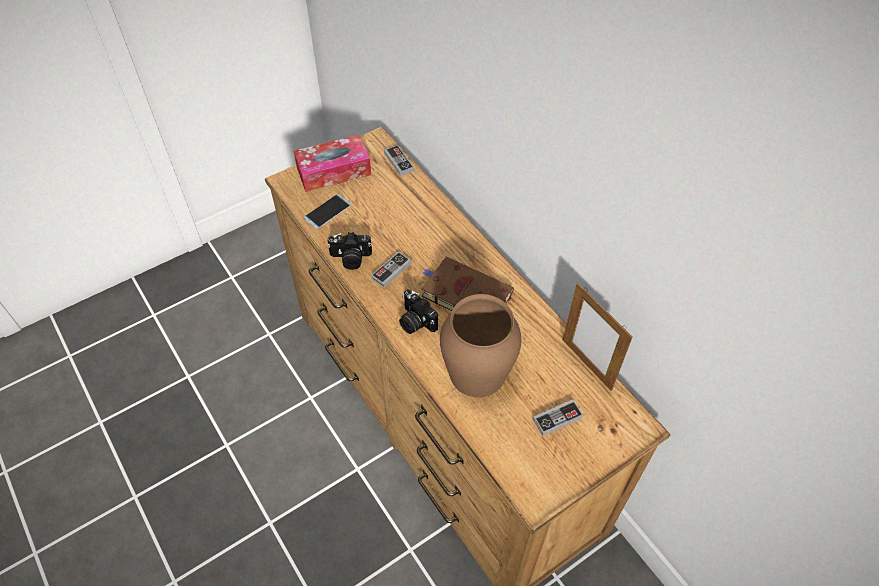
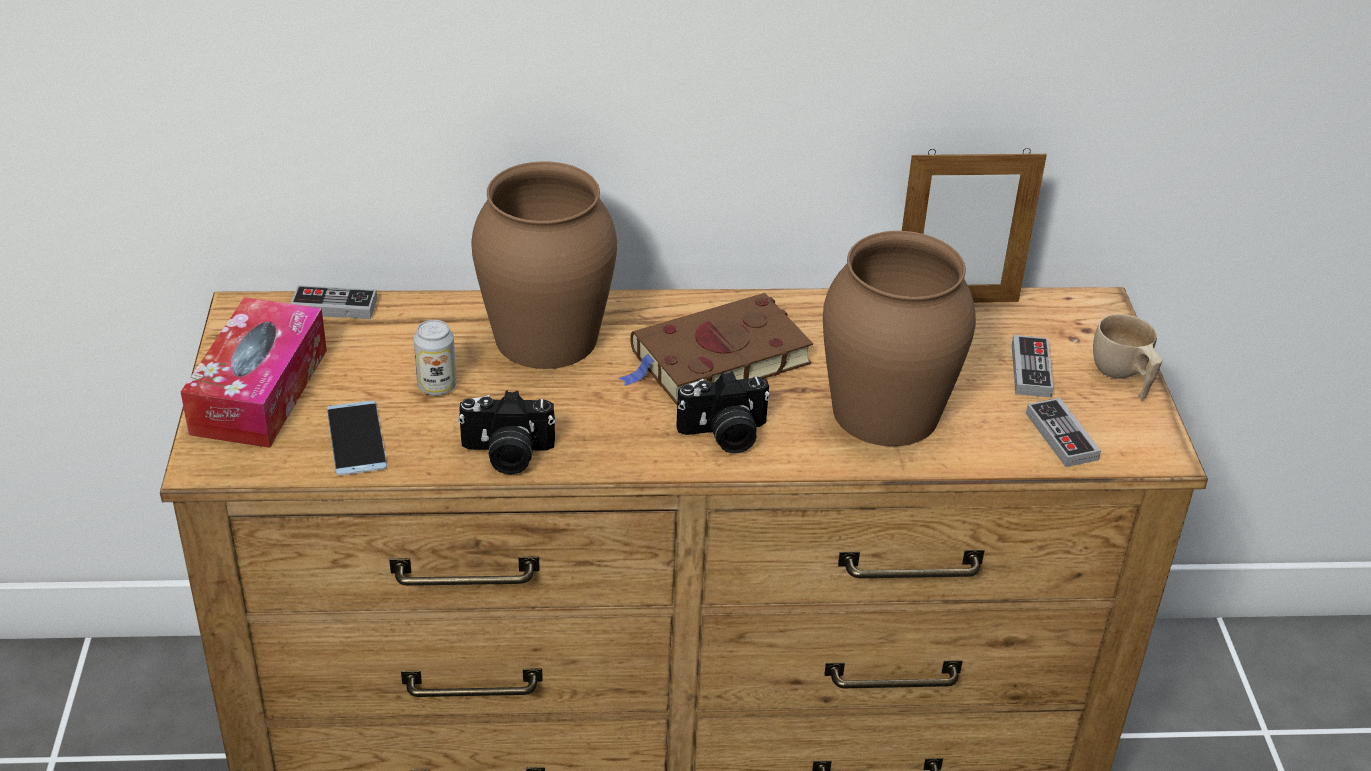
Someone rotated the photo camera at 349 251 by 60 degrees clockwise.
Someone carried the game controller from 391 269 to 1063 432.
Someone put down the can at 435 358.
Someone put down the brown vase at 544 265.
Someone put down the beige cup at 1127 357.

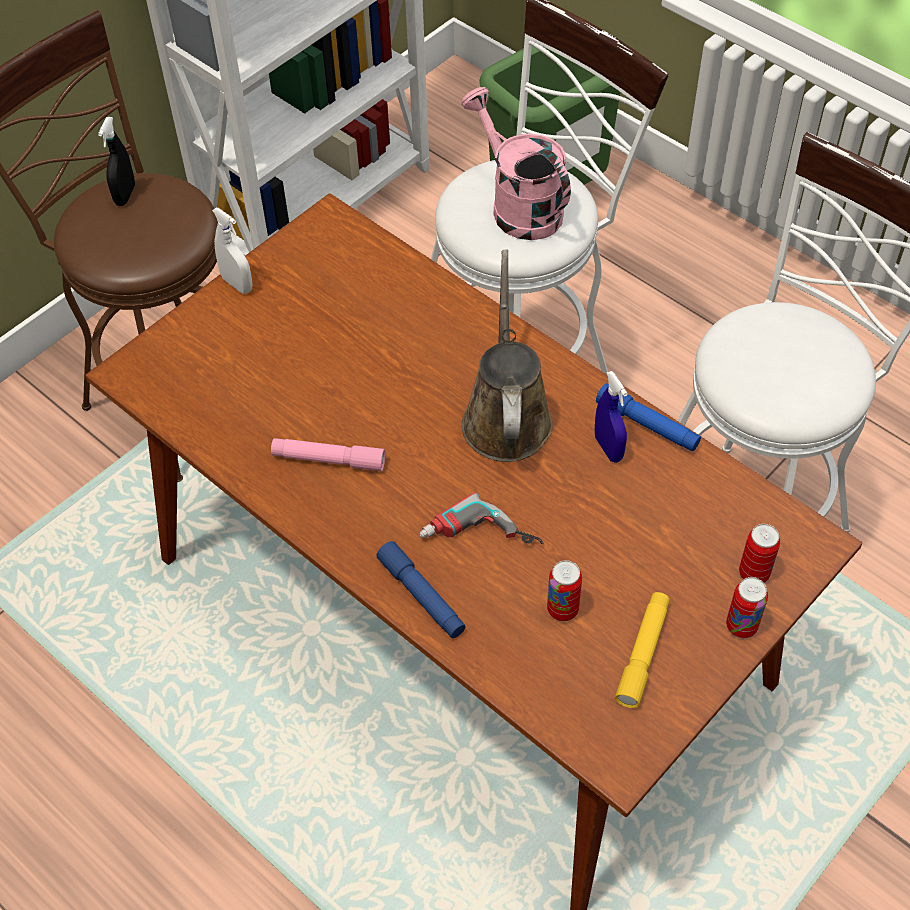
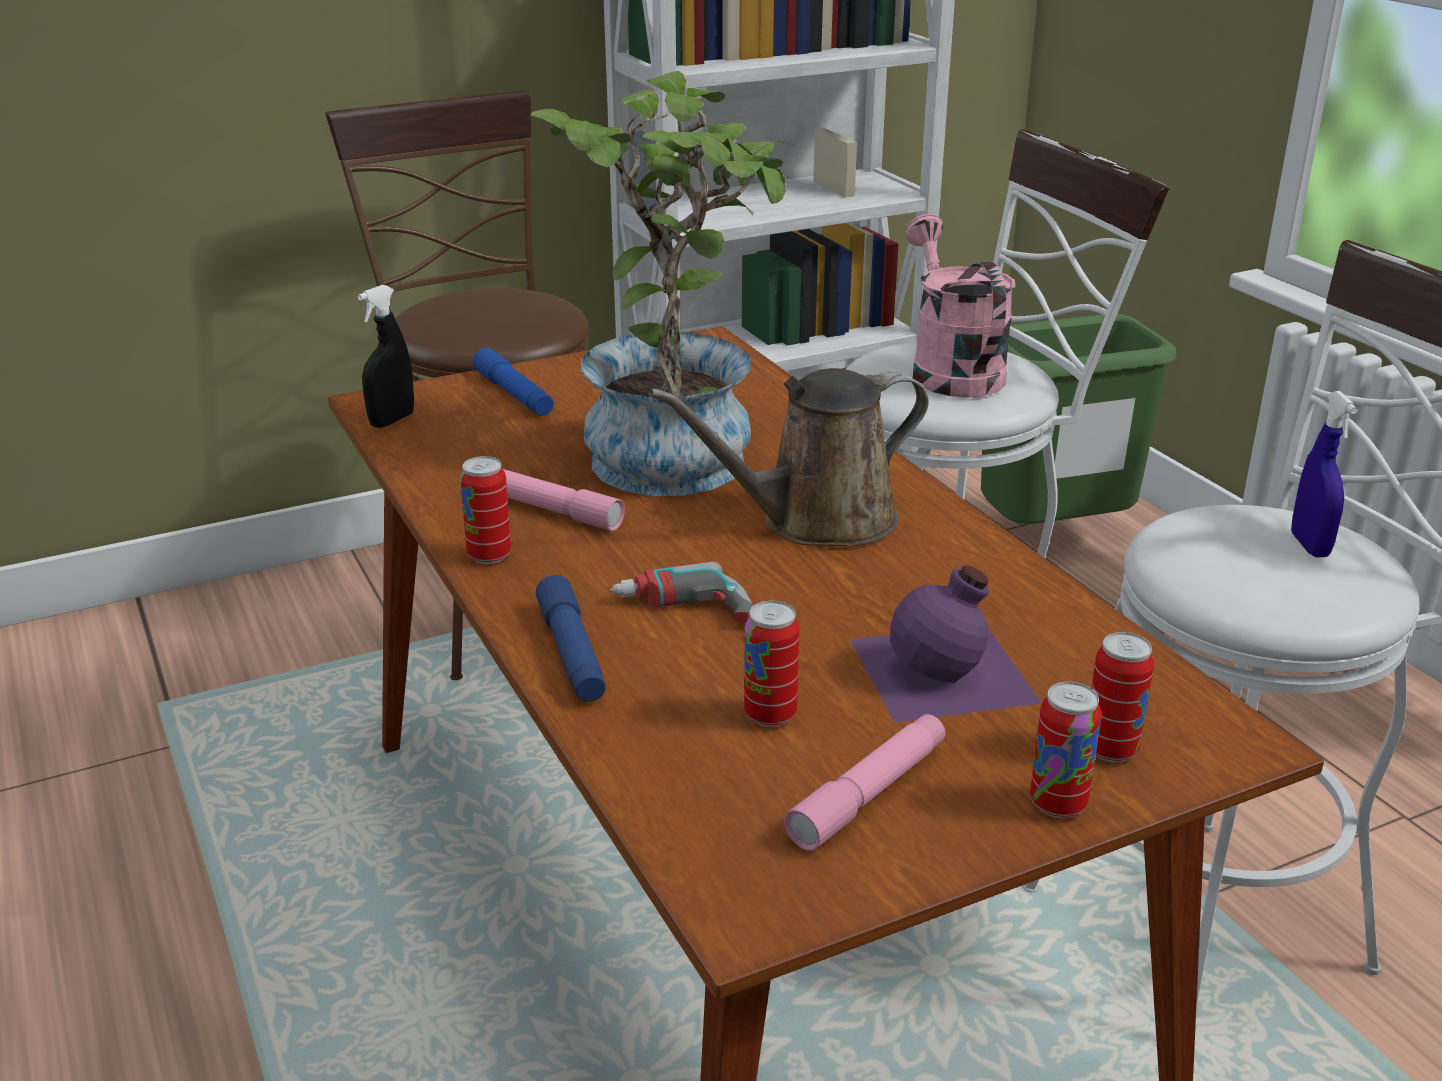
Someone carried the black spray bottle from 116 161 to 386 356.
Someone took away the white spray bottle at 232 251.
Someone rotated the brown watering can at 507 355 by 135 degrees counterclockwise.
Someone carried the blue spray bottle from 611 417 to 1324 474.
Someone carried the blue flashlight from 648 417 to 513 382.
Someone repainted the yellow flashlight at 642 650, which became the pink flashlight at 864 782.
Someone put down the can at 486 510.
Someone put down the potted plant at 663 283.
Someone put down the purple bottle at 945 644.

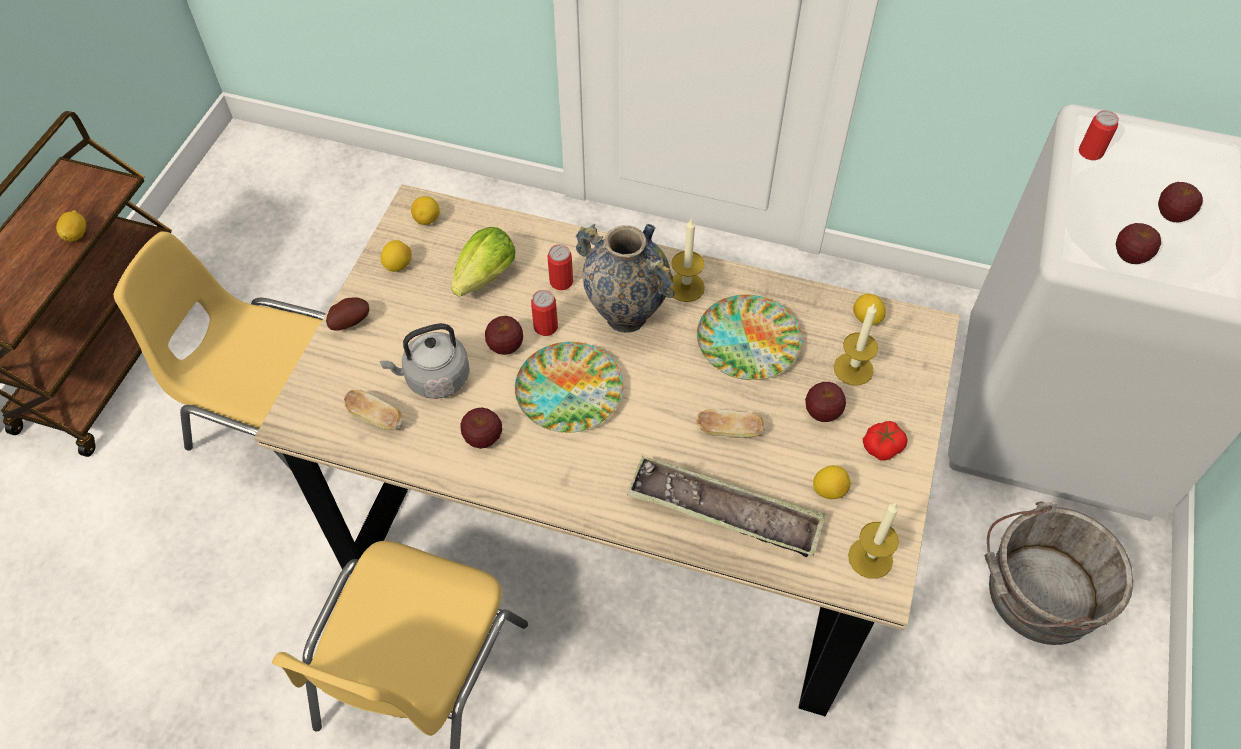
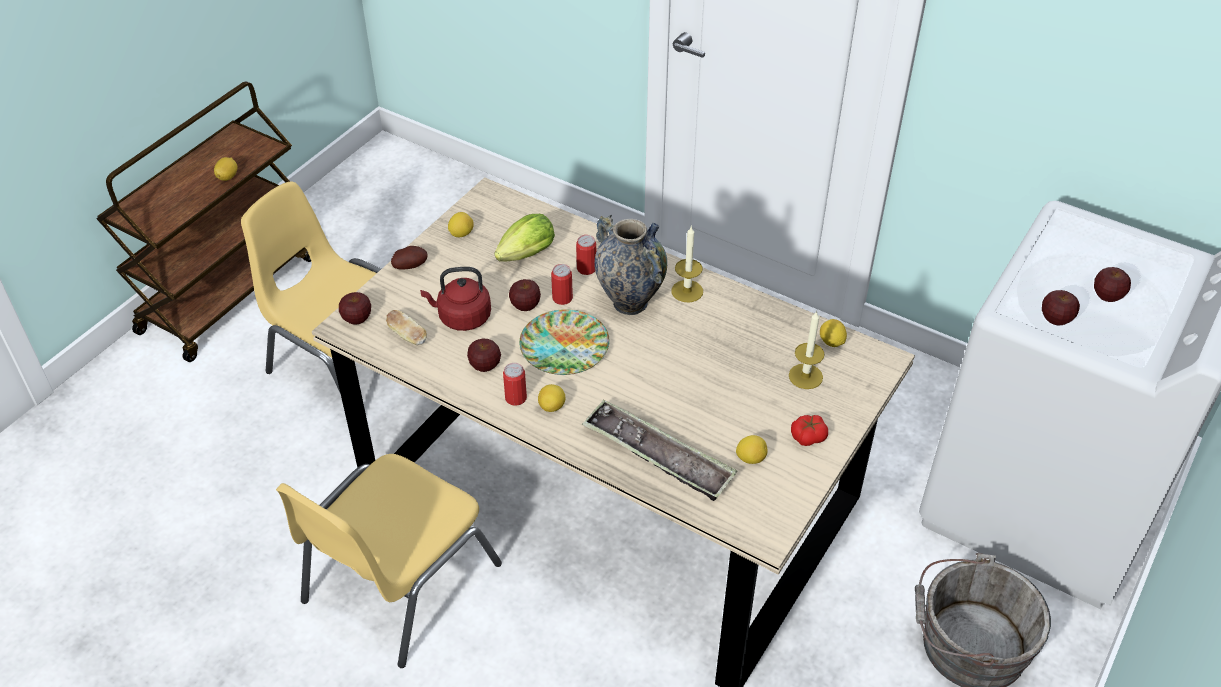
Someone repainted the grey kettle at 425 361, which became the red kettle at 455 299.
Someone carried the lemon from 425 210 to 551 398.
Someone took away the bread at 731 423.
Someone took away the plate at 749 337.
Someone carried the apple from 825 402 to 355 308.
Someone took away the candle at 873 540.
Someone carried the can from 1099 135 to 515 384.

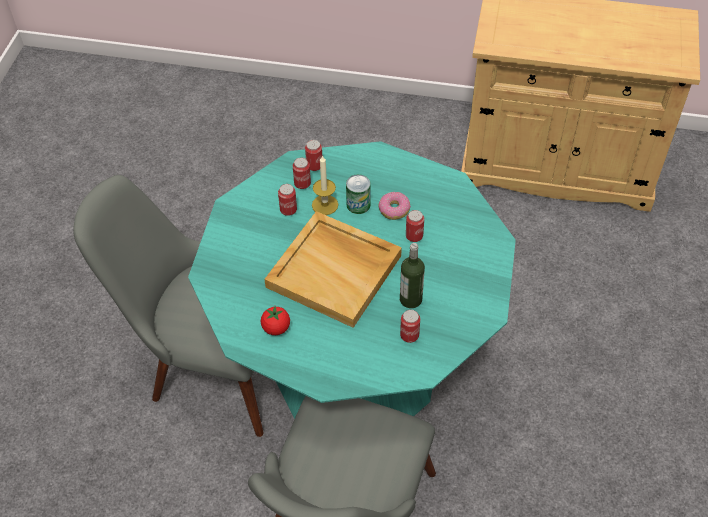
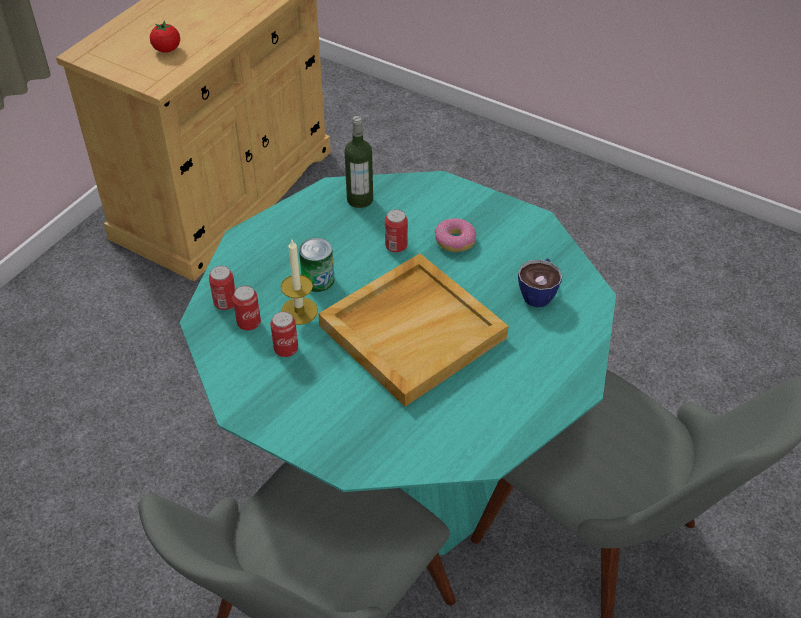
Someone carried the tomato from 275 320 to 165 37.
Someone carried the donut from 395 206 to 455 235.
Someone carried the bottle from 412 275 to 358 162.
Someone swapped the can at 410 326 for the cup at 540 283.

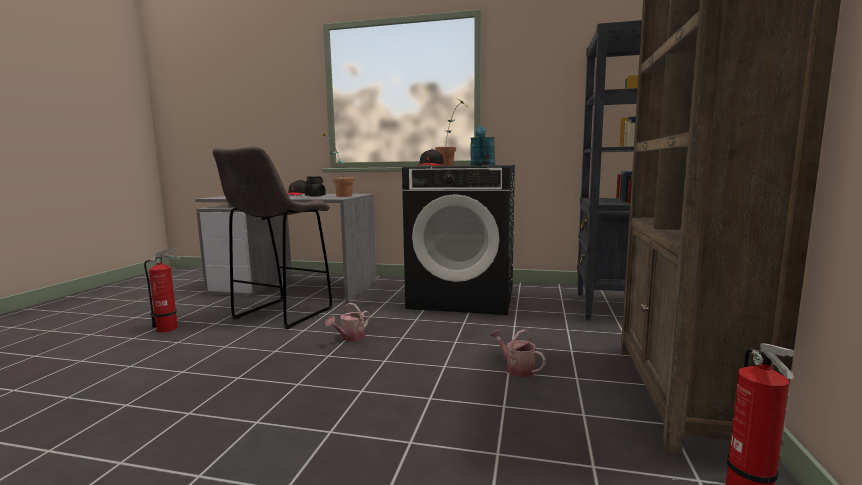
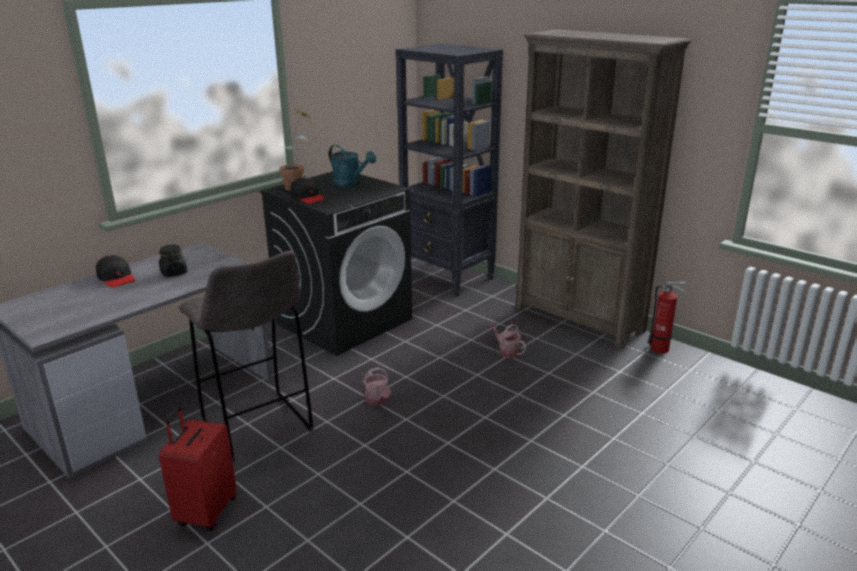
Someone swapped the fire extinguisher at 161 290 for the red suitcase at 198 468.
Someone took away the potted plant at 336 163.
Someone rotated the watering can at 518 353 by 60 degrees clockwise.

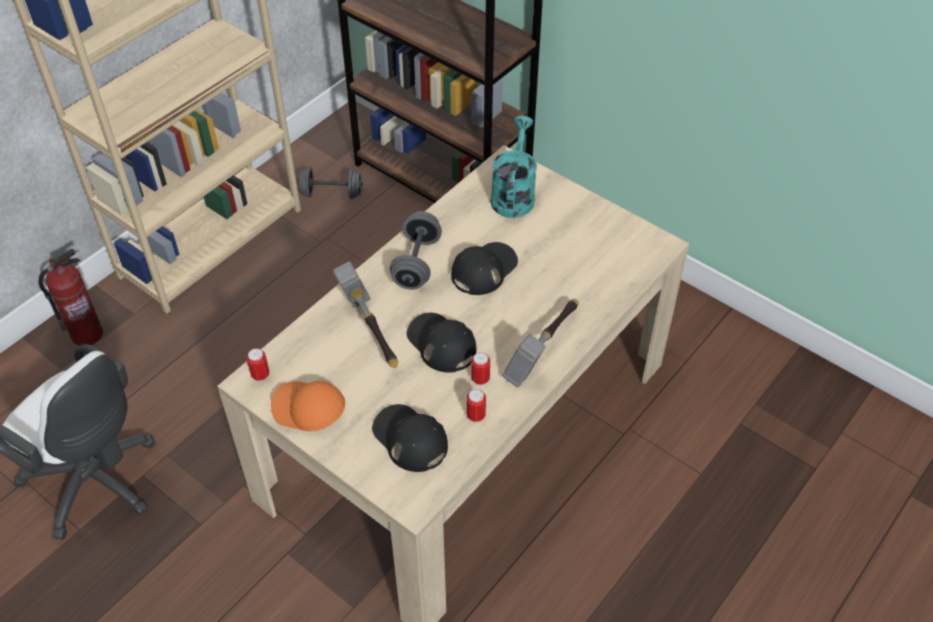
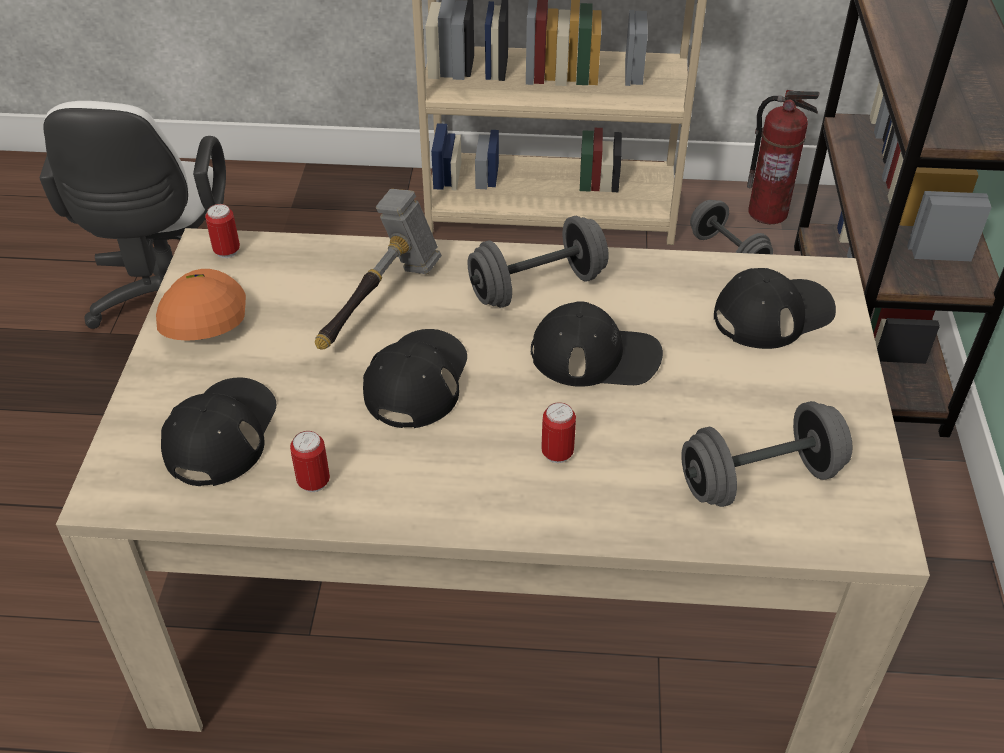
Someone carried the fire extinguisher from 70 297 to 783 157.
Someone carried the can from 480 368 to 558 432.
Someone swapped the turquoise watering can at 513 167 for the black cap at 775 308.
Someone took away the hammer at 540 343.
Someone put down the grey dumbbell at 767 454.

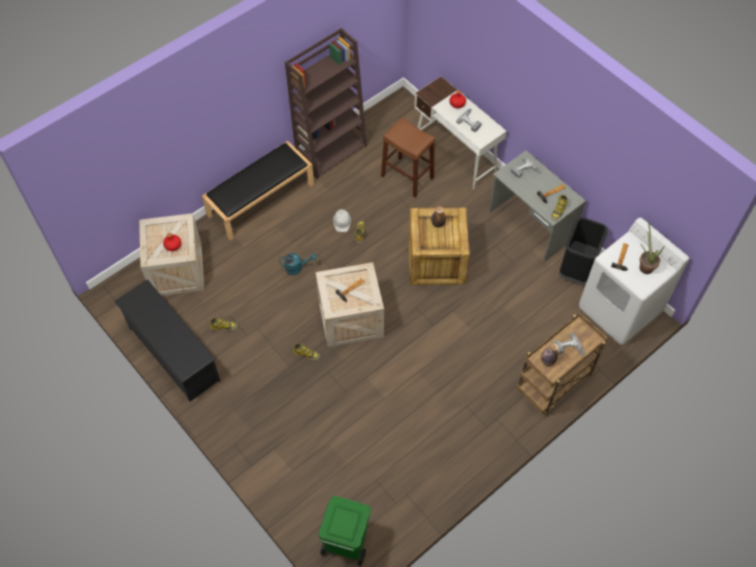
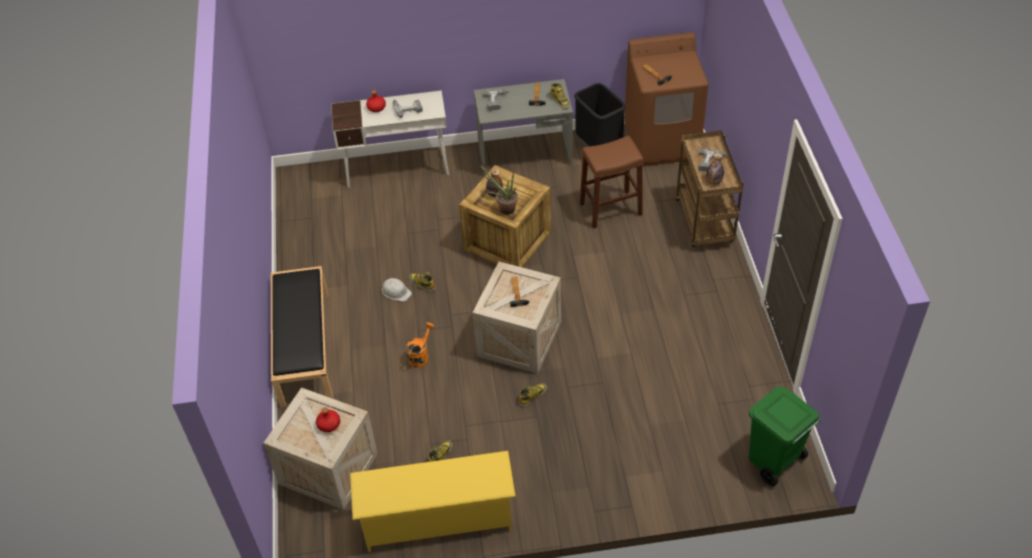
Someone repainted the black shoe rack at 167 340, which became the yellow shoe rack at 433 501.
Someone repainted the turquoise watering can at 298 264, which became the orange watering can at 420 345.
Someone took away the brown bookcase at 326 103.
Someone carried the brown stool from 408 157 to 612 182.
Someone repainted the white washing machine at 634 281, which became the brown washing machine at 666 99.
Someone carried the potted plant from 652 247 to 498 190.

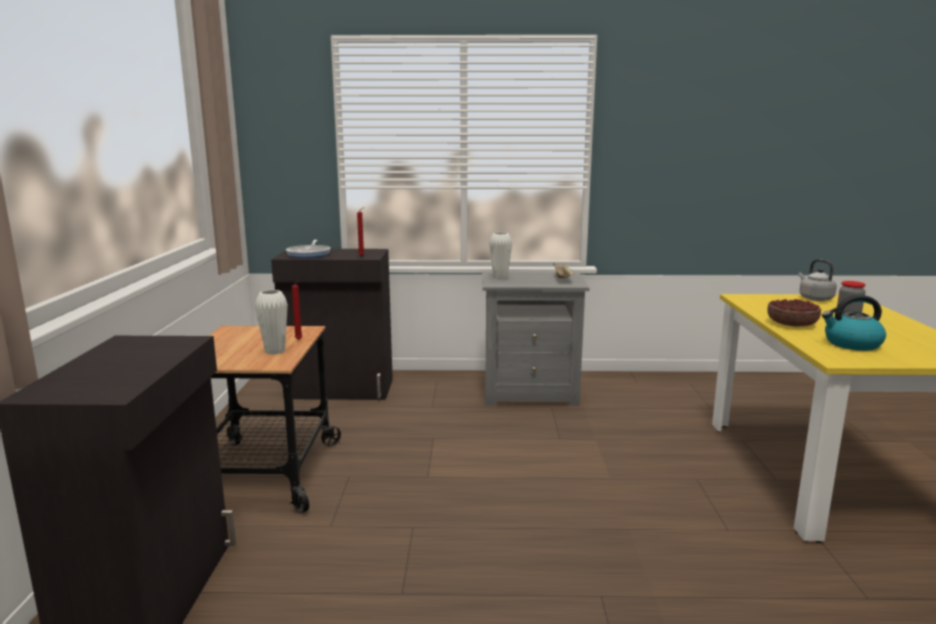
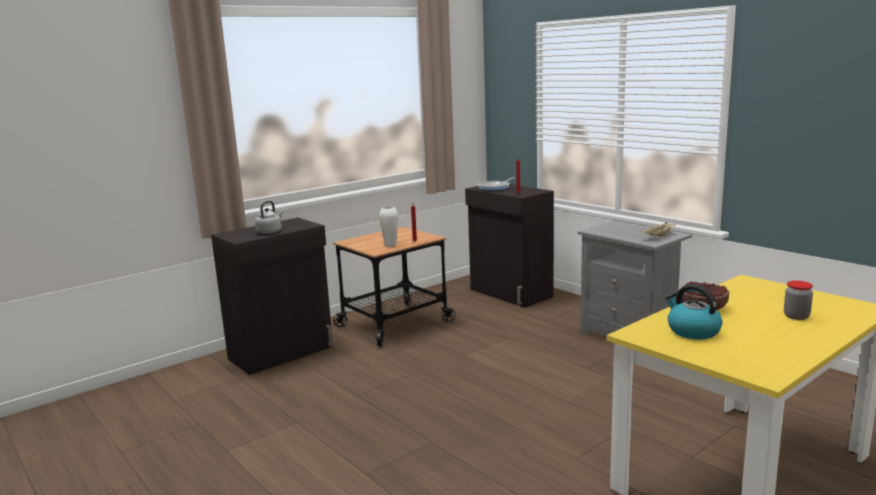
Someone took away the white vase at 500 256.
Someone carried the grey kettle from 818 280 to 269 217.

